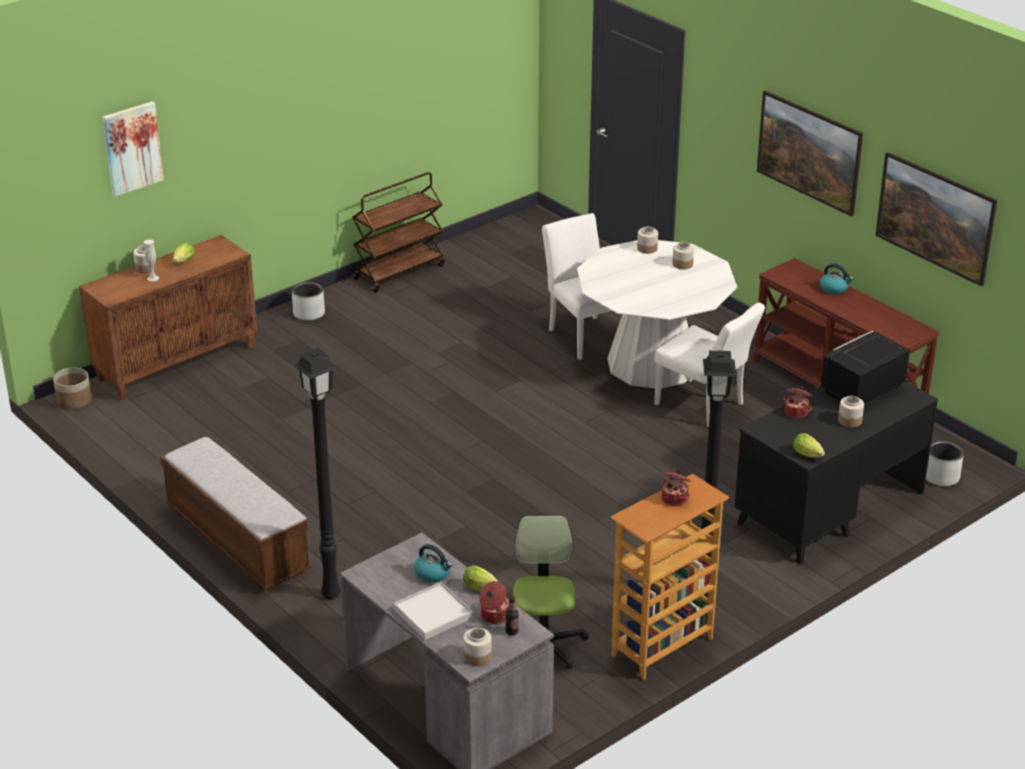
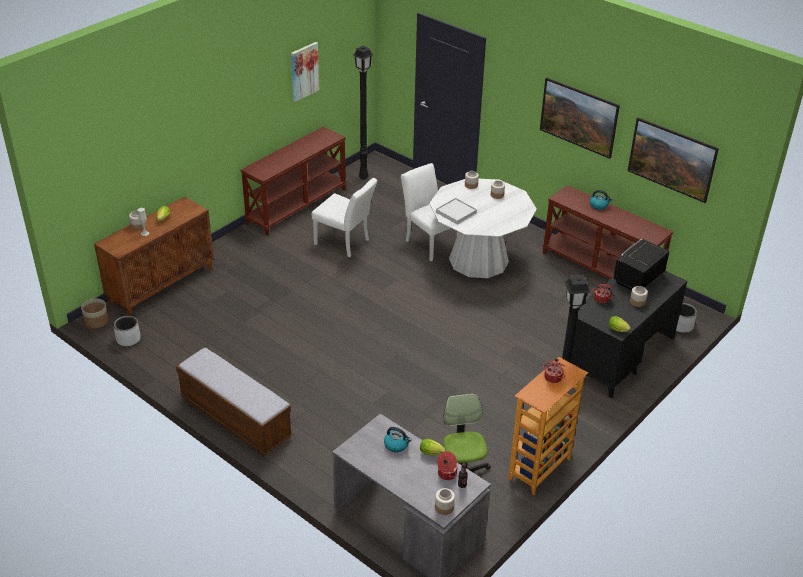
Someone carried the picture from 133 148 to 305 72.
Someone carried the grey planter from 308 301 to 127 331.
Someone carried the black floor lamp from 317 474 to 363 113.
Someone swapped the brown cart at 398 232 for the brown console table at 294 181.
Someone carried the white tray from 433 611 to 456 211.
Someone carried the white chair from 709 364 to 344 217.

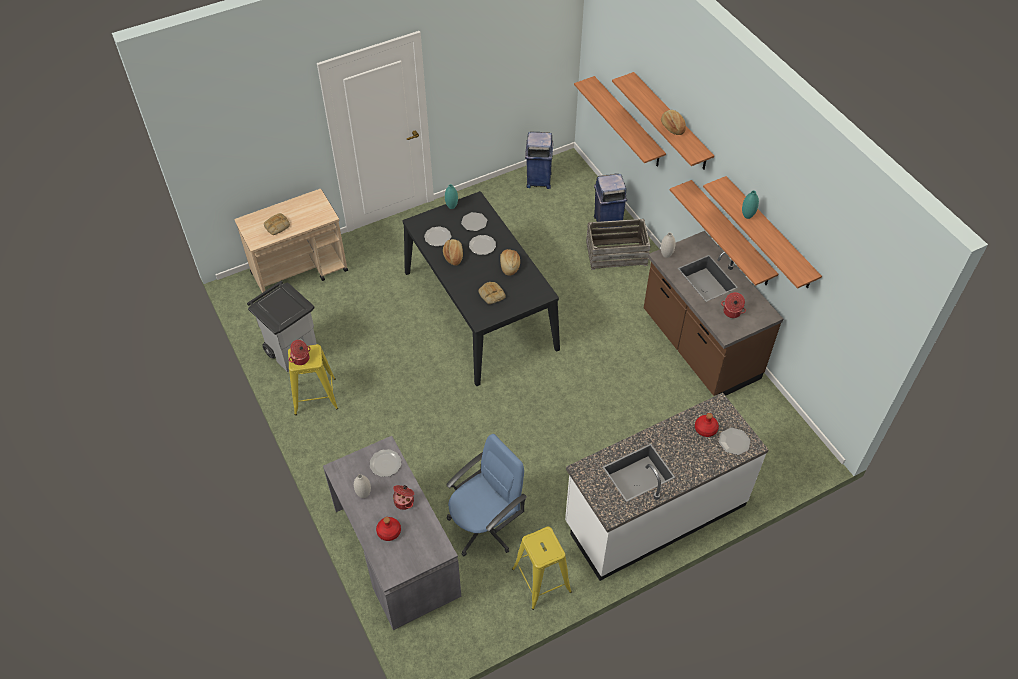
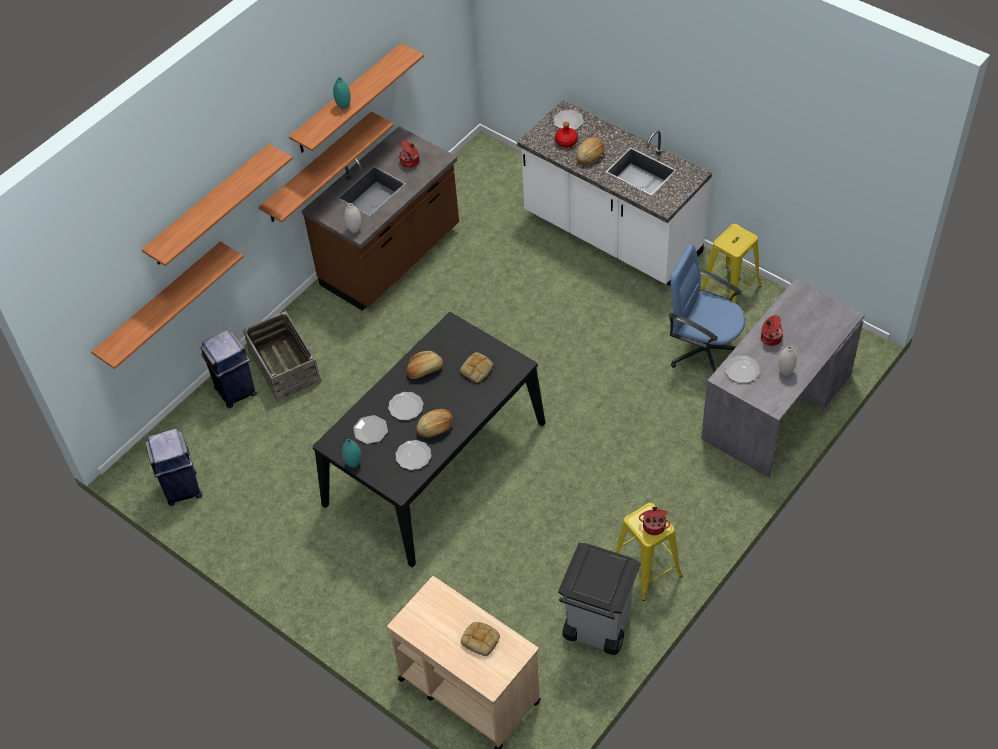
Someone took away the red bottle at 388 529.
Someone carried the bread from 673 122 to 590 151.

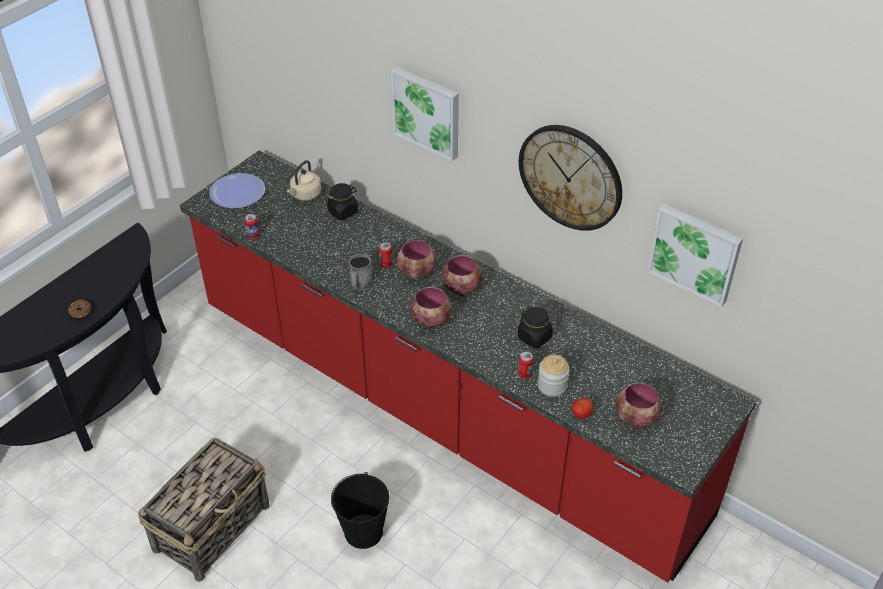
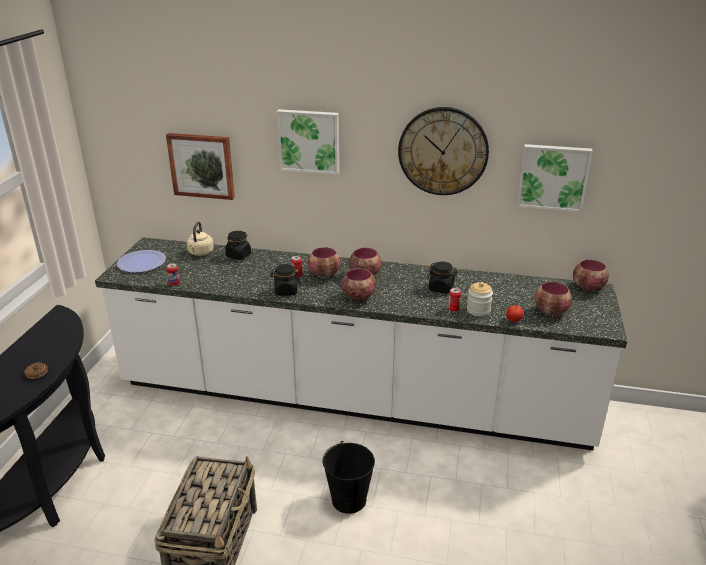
Someone repainted the red counter at 468 366, which became the white counter at 361 343.
Someone swapped the grey mug at 360 272 for the black jar at 285 280.
Someone put up the picture at 200 166.
Someone put down the bowl at 591 276.

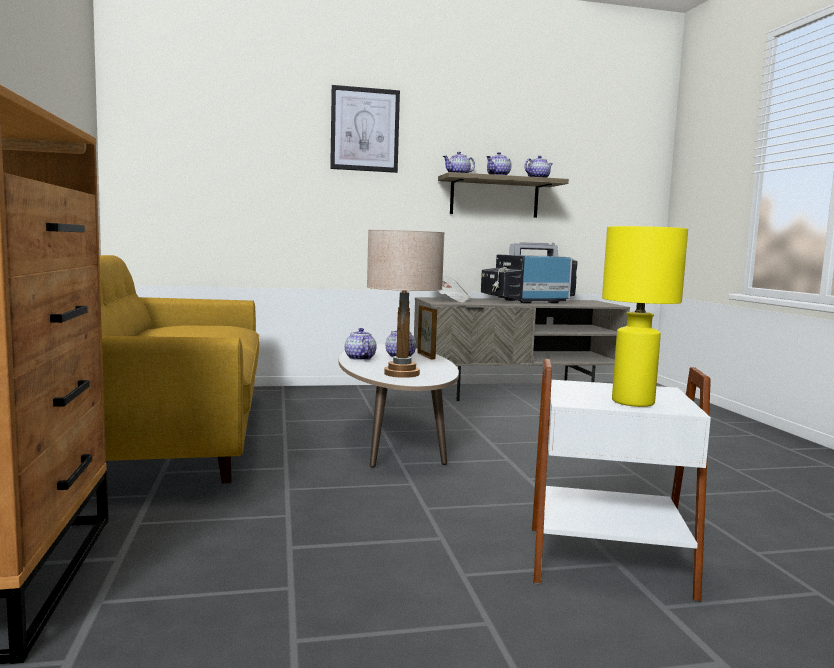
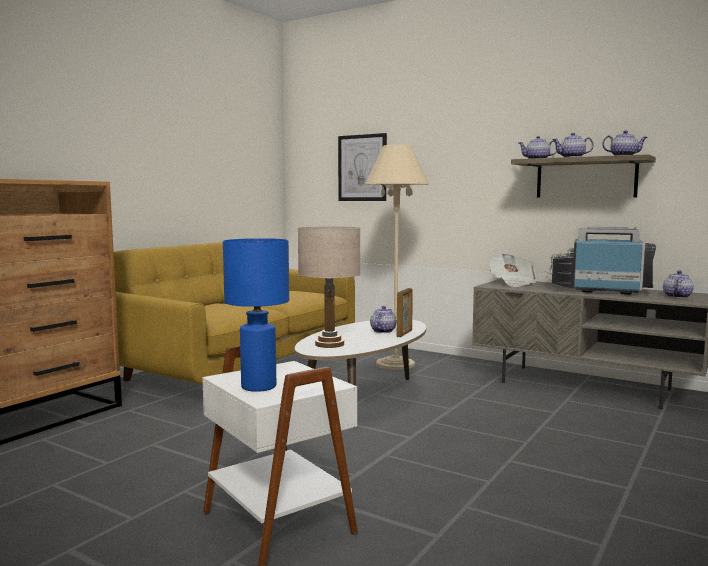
Someone carried the picture from 365 129 to 362 167.
Someone carried the teapot from 361 344 to 678 284.
Someone repainted the yellow table lamp at 645 316, which became the blue table lamp at 256 315.
Someone put down the beige floor lamp at 397 257.

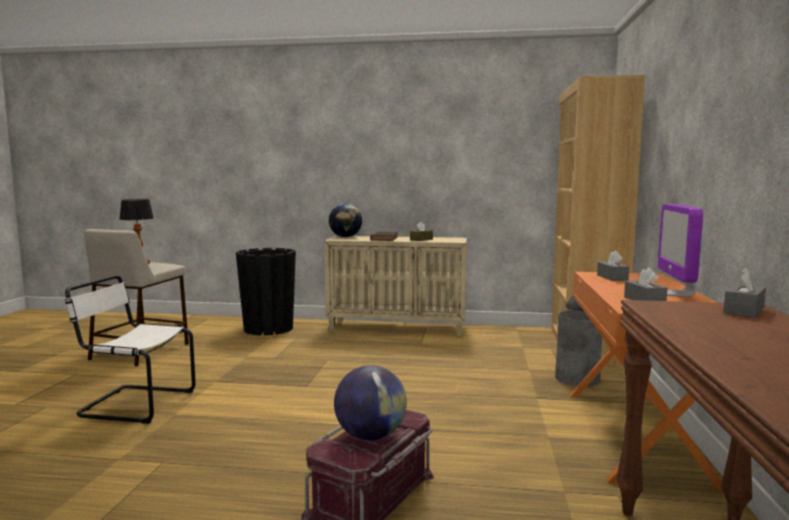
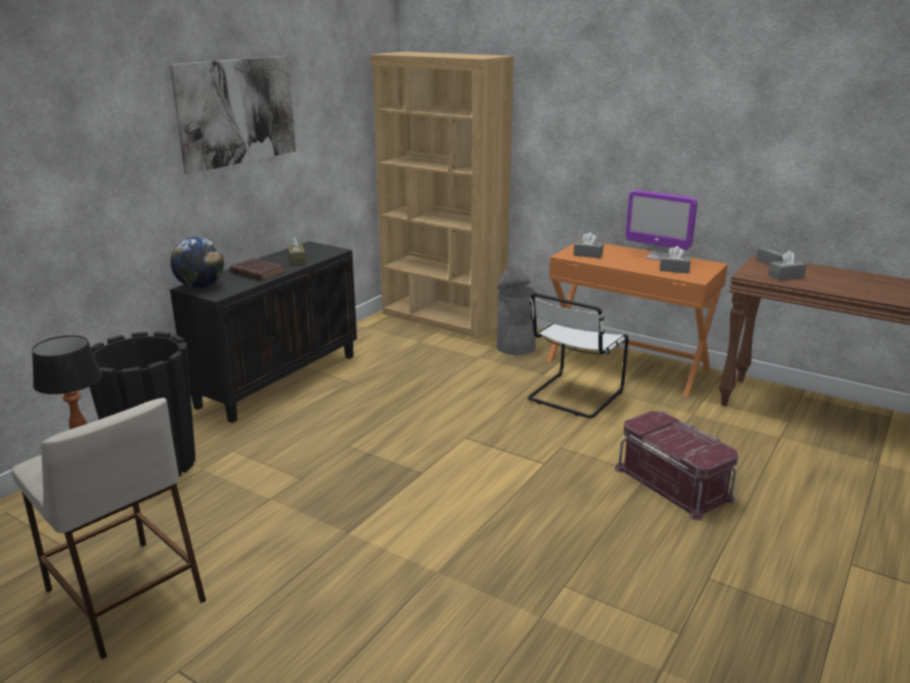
Someone carried the white chair from 130 349 to 578 355.
Someone repainted the beige cabinet at 395 286, which became the black cabinet at 263 332.
Someone took away the globe at 370 402.
Someone put up the picture at 233 115.
Someone put down the grey tissue box at 787 265.

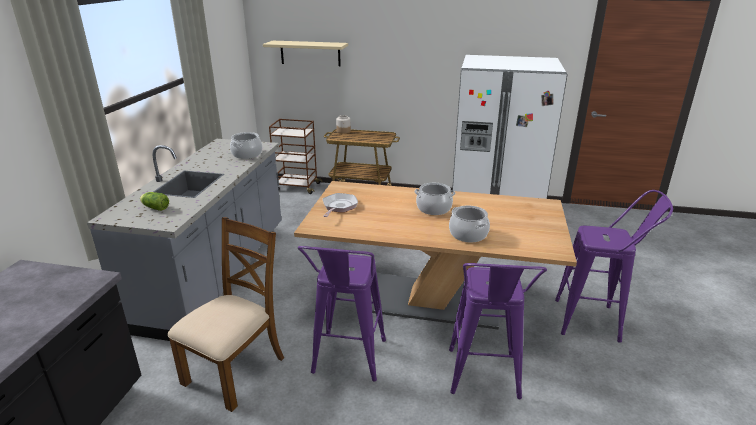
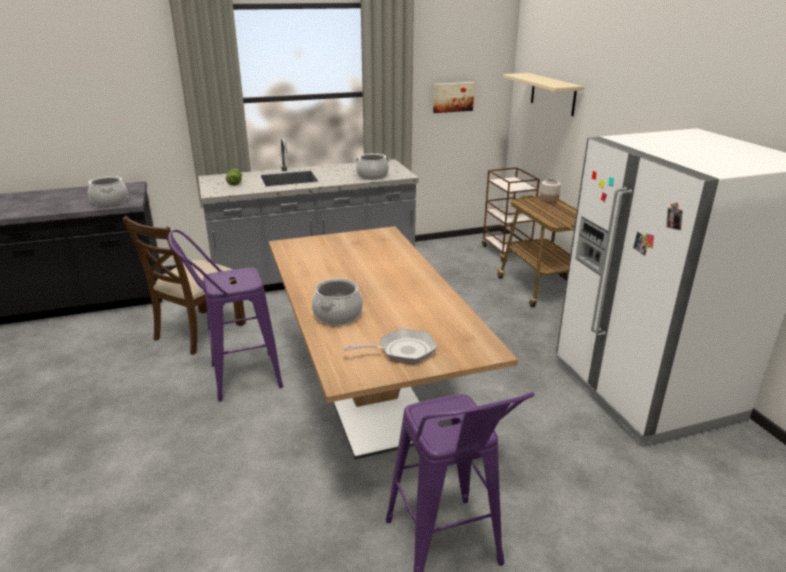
Someone rotated the brown chair at 226 314 by 120 degrees clockwise.
Someone carried the frying pan from 340 205 to 390 346.
Someone carried the cooking pot from 435 199 to 108 191.
Someone took away the purple stool at 498 331.
Someone put up the picture at 454 97.

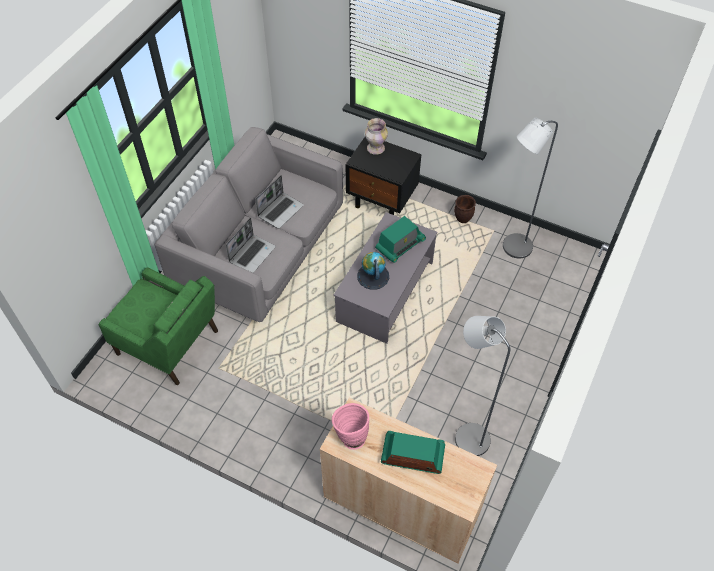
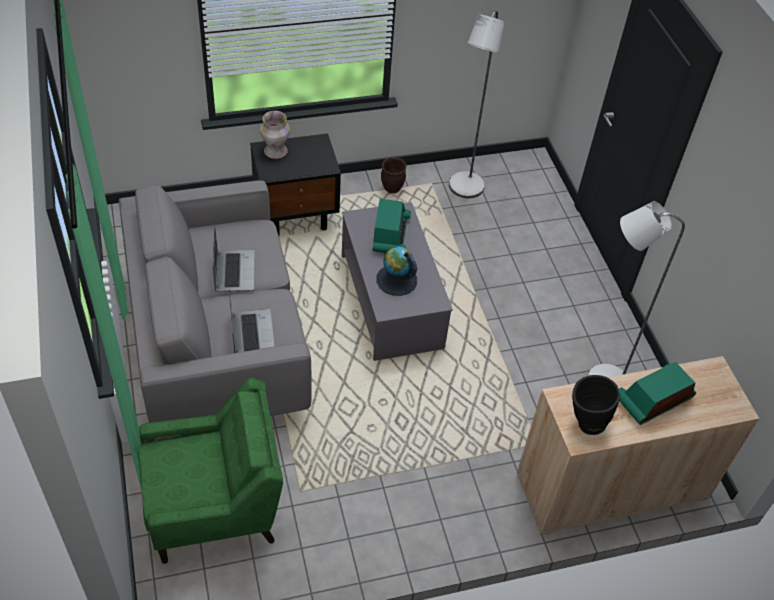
Someone repainted the pink vase at 350 426, which became the black vase at 596 405.

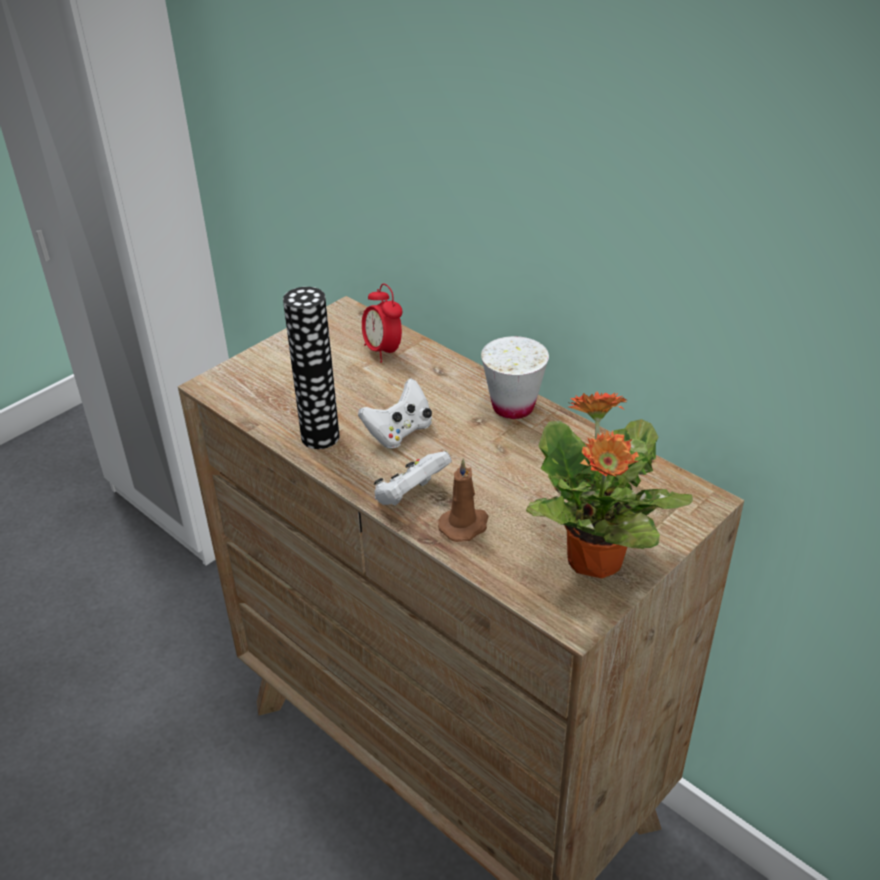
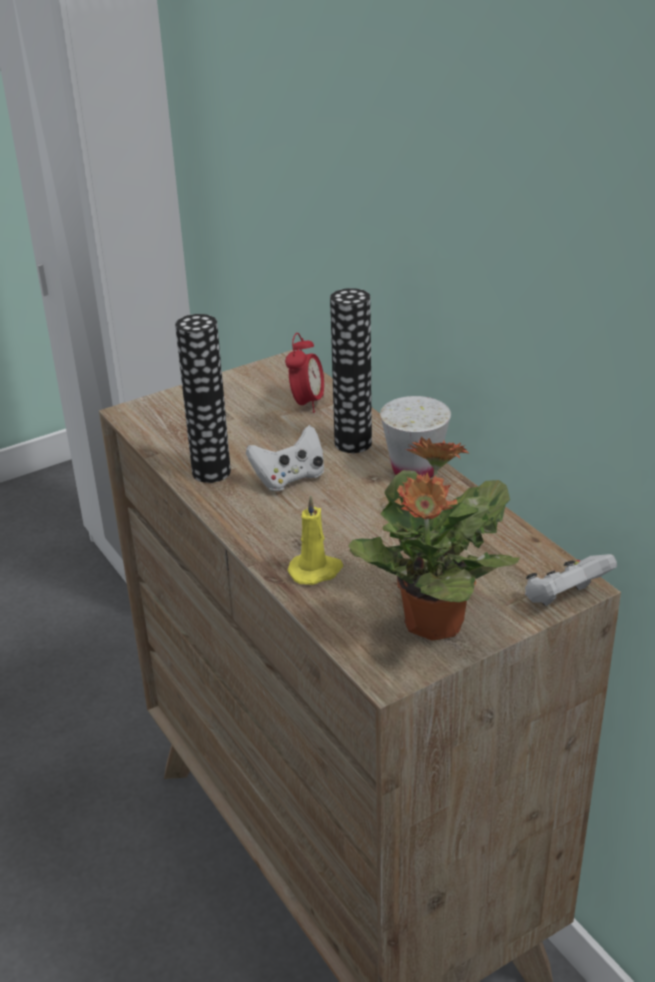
Someone rotated the alarm clock at 382 323 by 150 degrees counterclockwise.
Someone carried the white game controller from 413 478 to 571 580.
Someone repainted the brown candle at 463 500, which became the yellow candle at 315 540.
Someone put down the vase at 351 370.

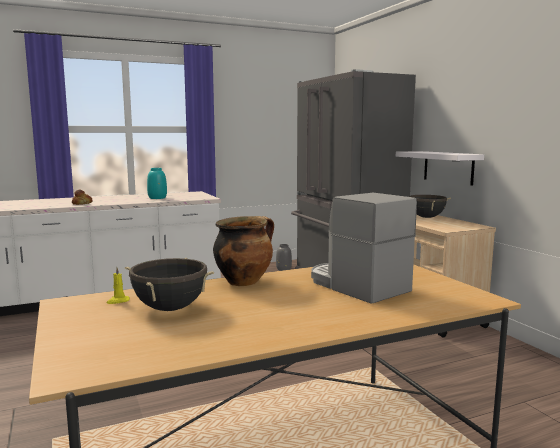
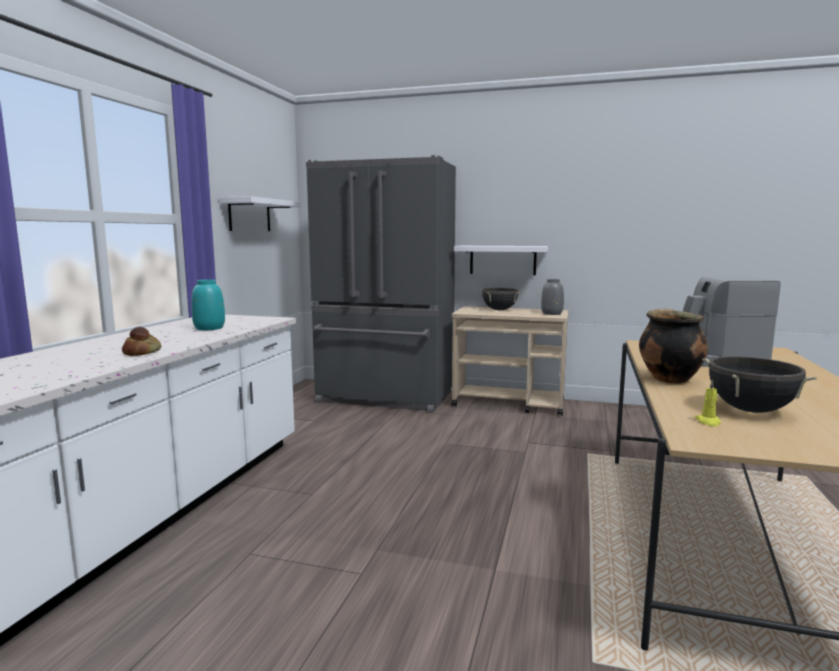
Someone carried the grey vase from 284 257 to 552 297.
Someone put up the white shelf at 260 213.

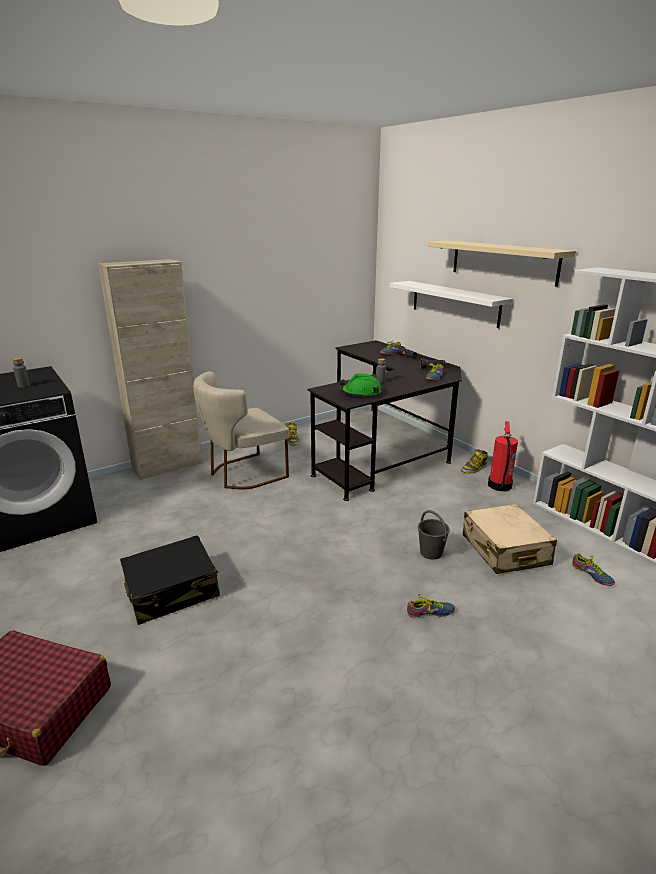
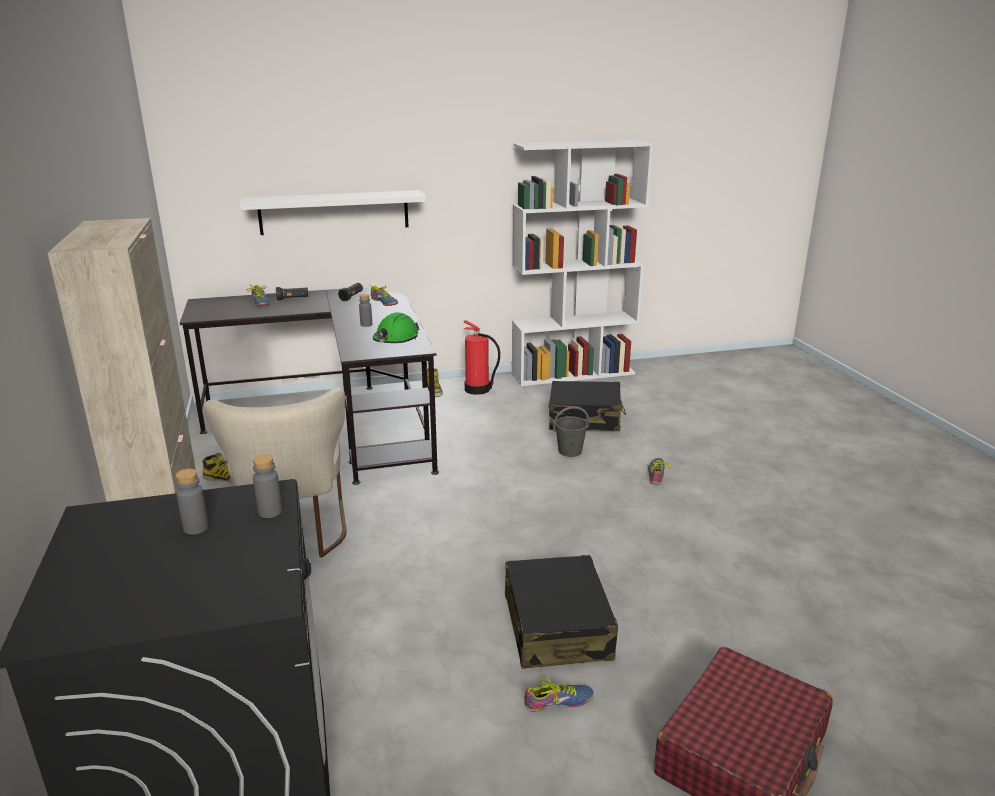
Someone took away the beige shelf at 502 263.
Someone repainted the beige suitcase at 510 539, which became the black suitcase at 587 406.
Someone carried the shoe from 593 569 to 559 694.
Someone put down the grey bottle at 267 486.

